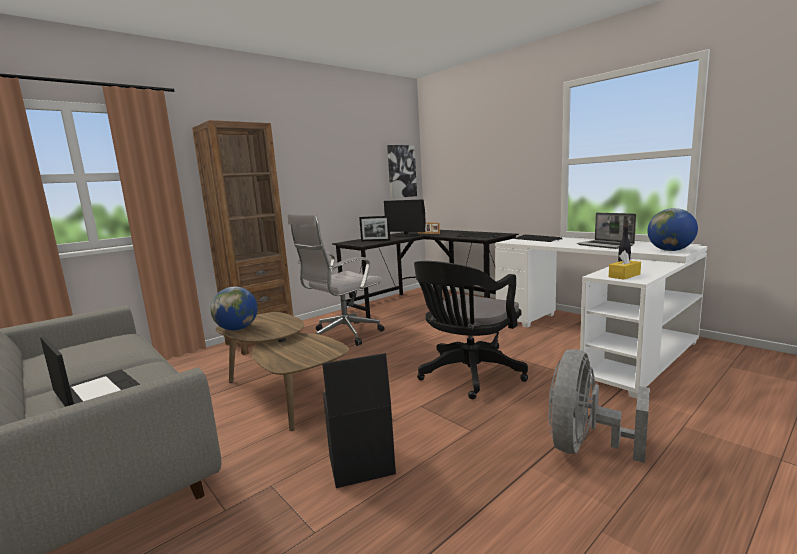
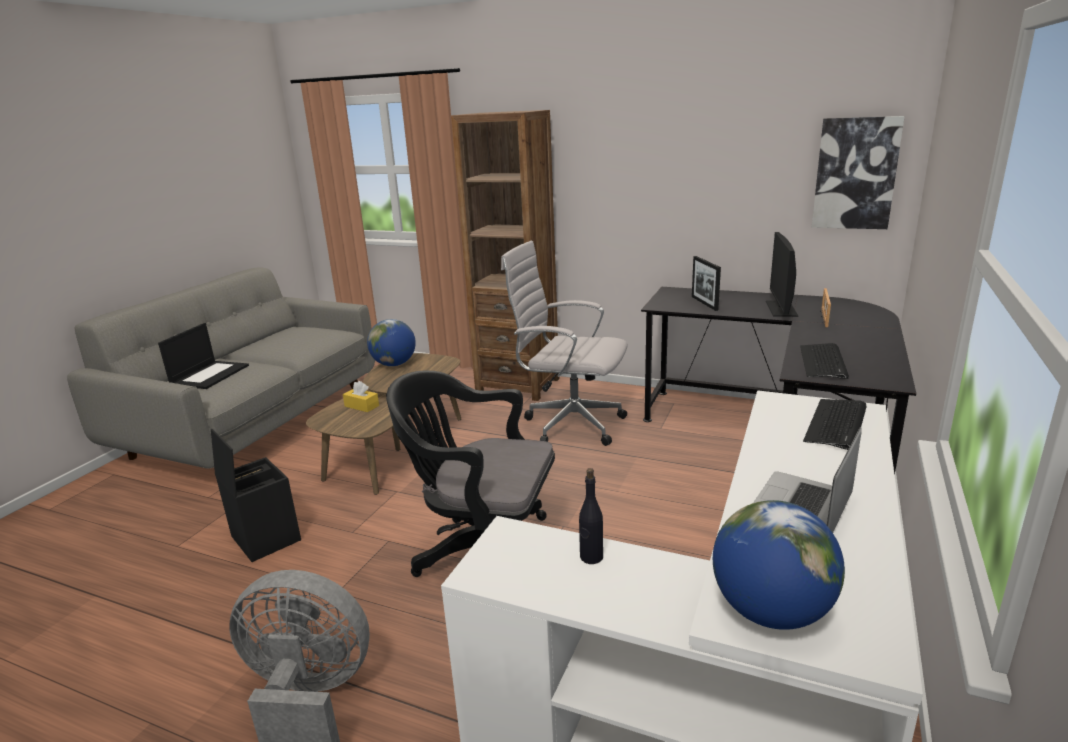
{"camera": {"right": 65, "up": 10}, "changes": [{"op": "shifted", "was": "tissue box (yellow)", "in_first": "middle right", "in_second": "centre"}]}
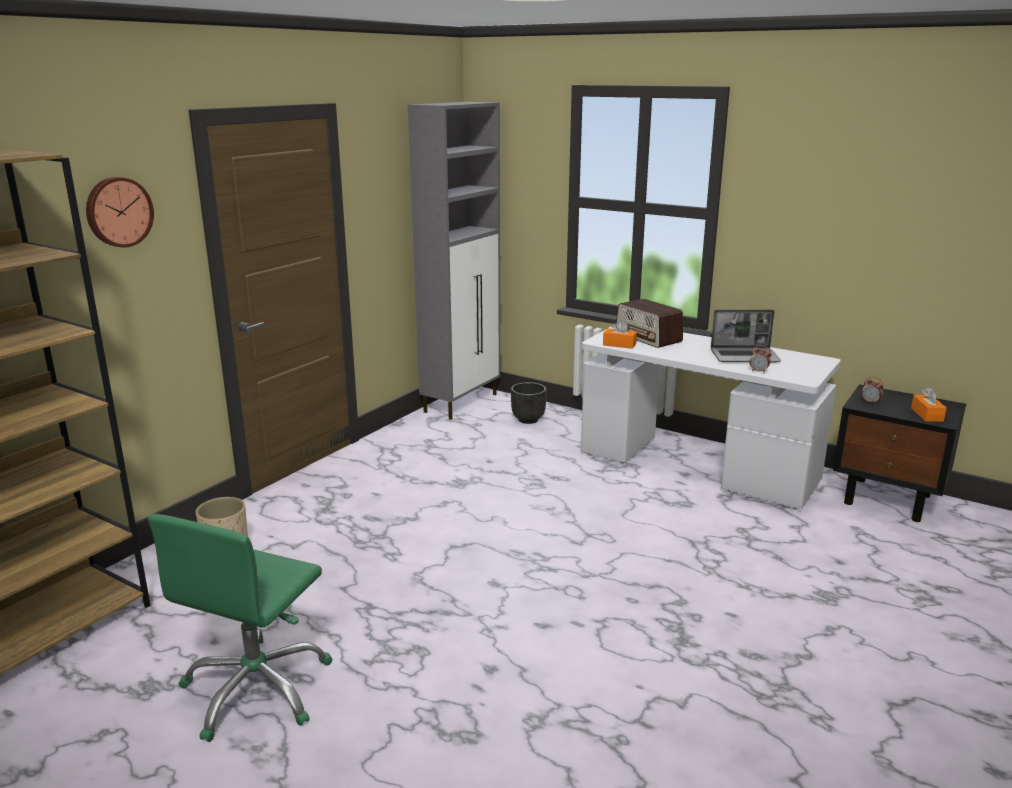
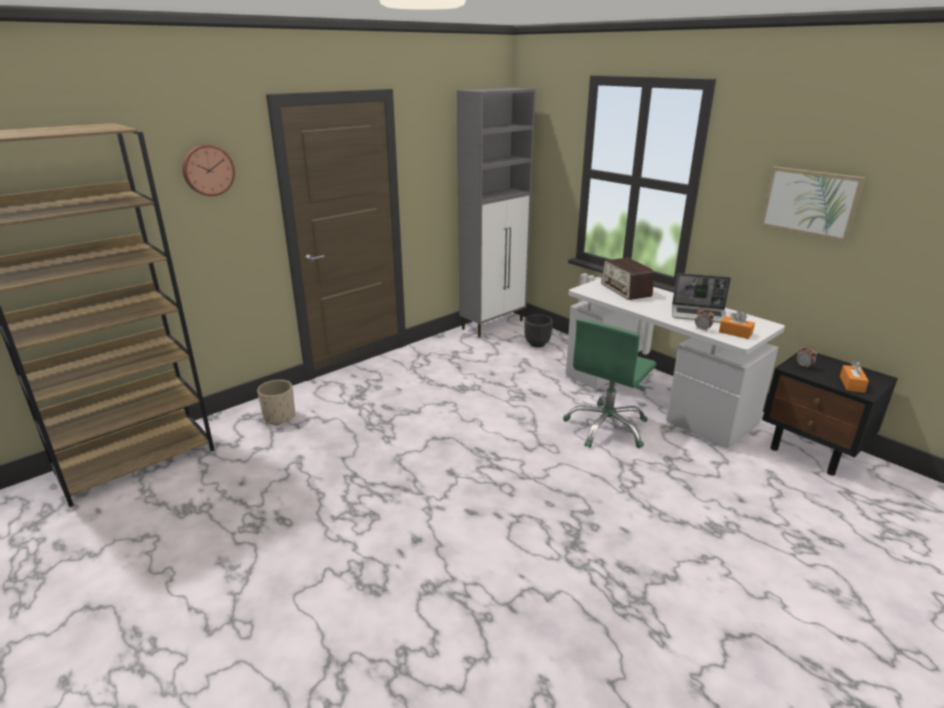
{"camera": {"right": 15, "up": 5}, "changes": [{"op": "new", "now": "picture", "in_second": "top right"}, {"op": "shifted", "was": "office chair (green)", "in_first": "bottom left", "in_second": "centre"}, {"op": "shifted", "was": "tissue box (orange) (no. 1 from left)", "in_first": "centre", "in_second": "middle right"}]}
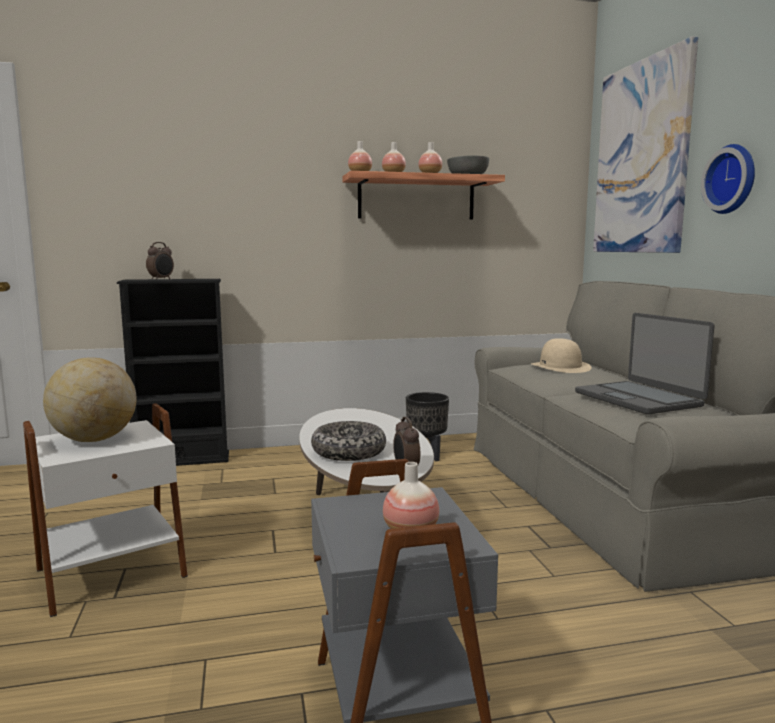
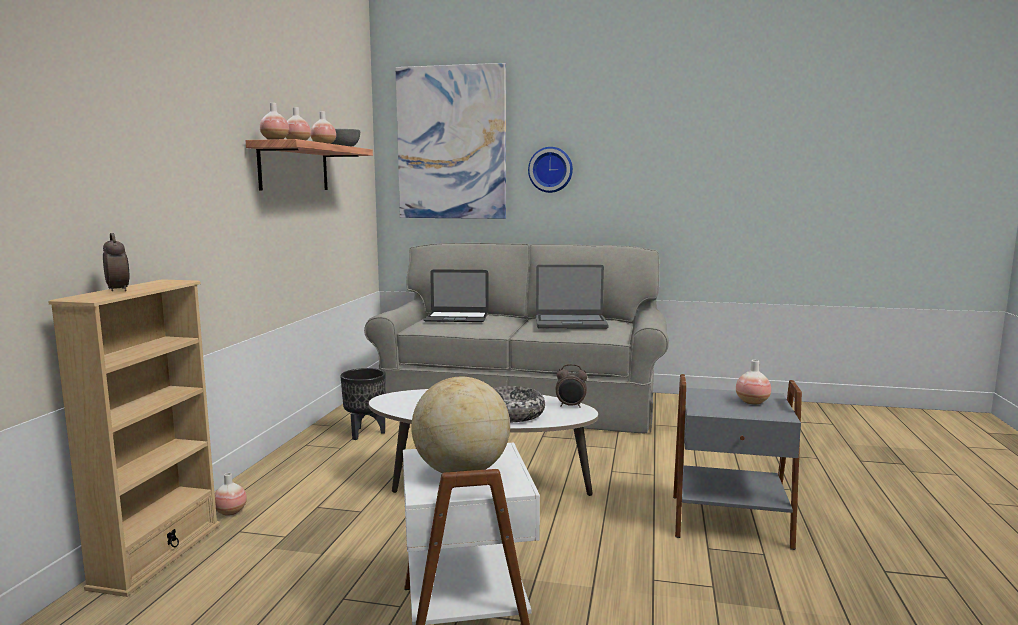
{"camera": {"right": -65, "up": 0}, "changes": [{"op": "new", "now": "vase (no. 1 from left)", "in_second": "bottom left"}, {"op": "swapped", "was": "hat (beige)", "now": "laptop (no. 1 from left)", "in_first": "middle right", "in_second": "centre"}, {"op": "repainted", "was": "bookcase (black)", "now": "bookcase (beige)", "in_first": "middle left", "in_second": "bottom left"}]}
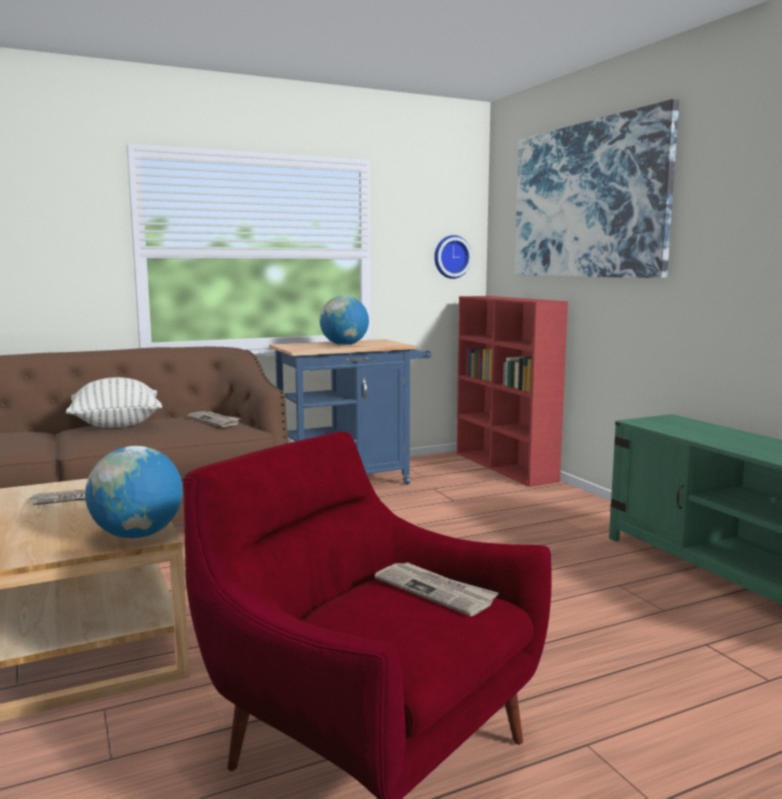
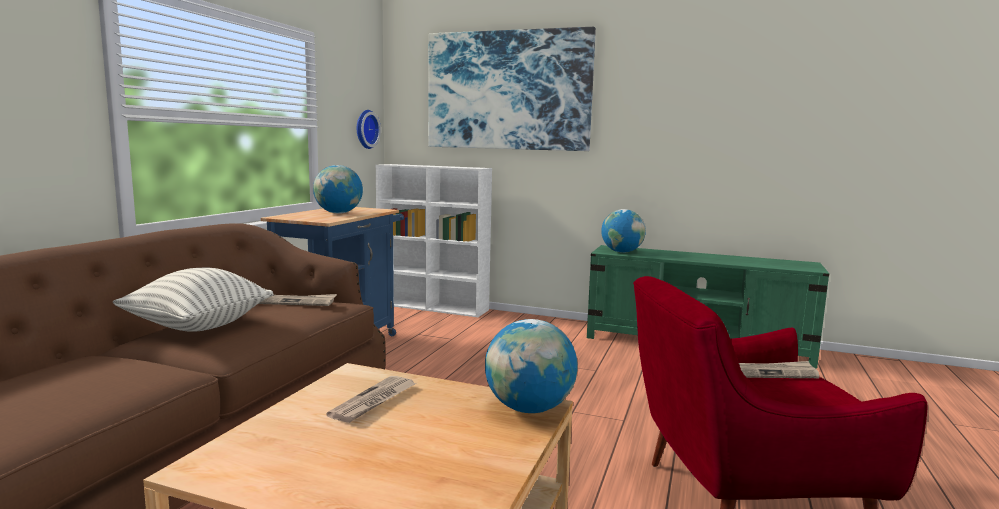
{"camera": {"right": -45, "up": 0}, "changes": [{"op": "new", "now": "globe (no. 3 from left)", "in_second": "centre"}, {"op": "repainted", "was": "bookcase (red)", "now": "bookcase (white)", "in_first": "centre", "in_second": "centre"}]}
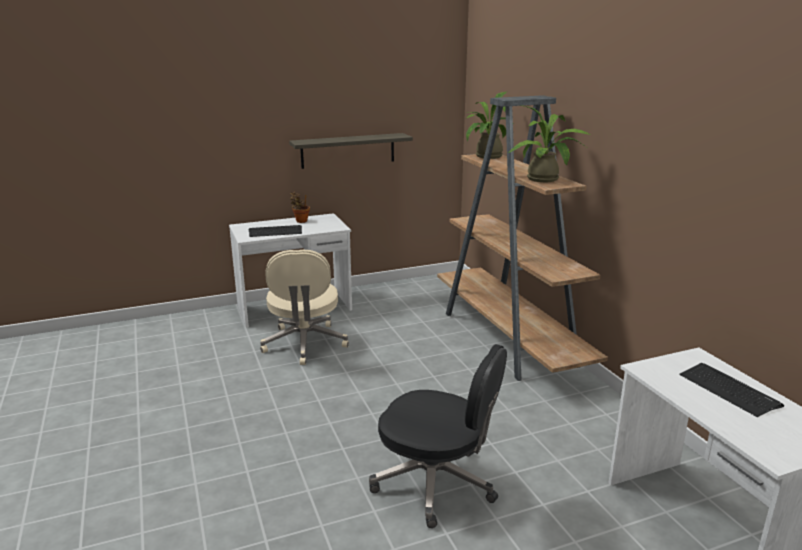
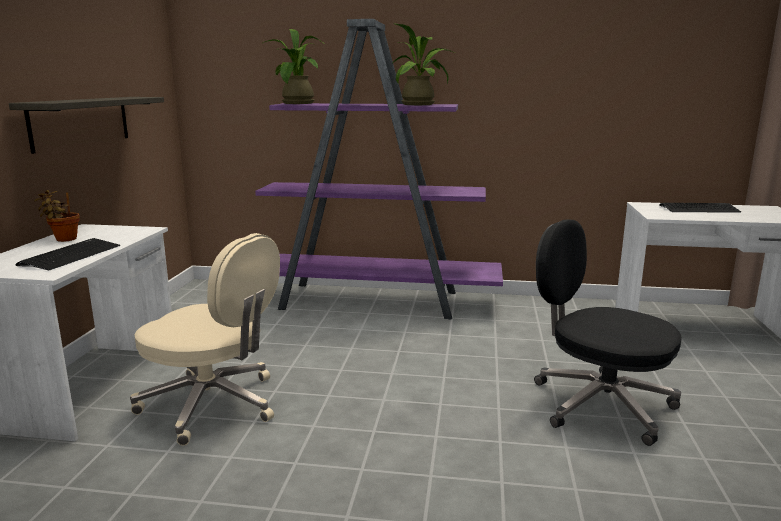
{"camera": {"right": -60, "up": -5}, "changes": [{"op": "repainted", "was": "bookcase (brown)", "now": "bookcase (purple)", "in_first": "centre", "in_second": "top centre"}, {"op": "rotated", "was": "office chair (black)", "in_first": "bottom centre", "in_second": "middle right", "clockwise": -105}]}
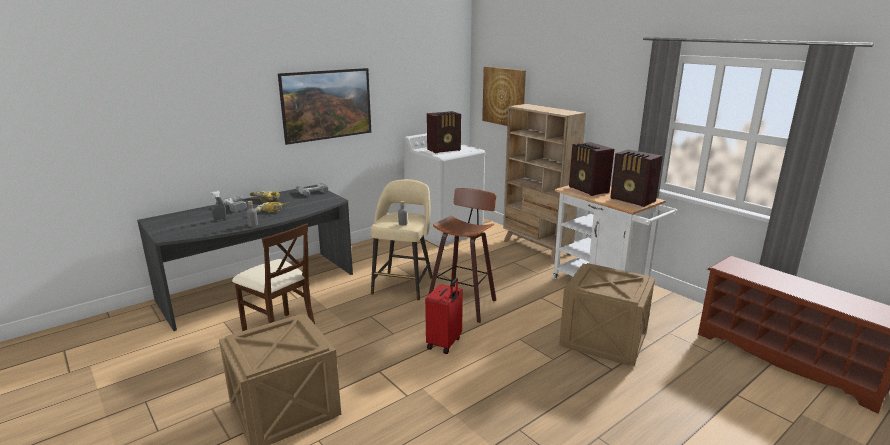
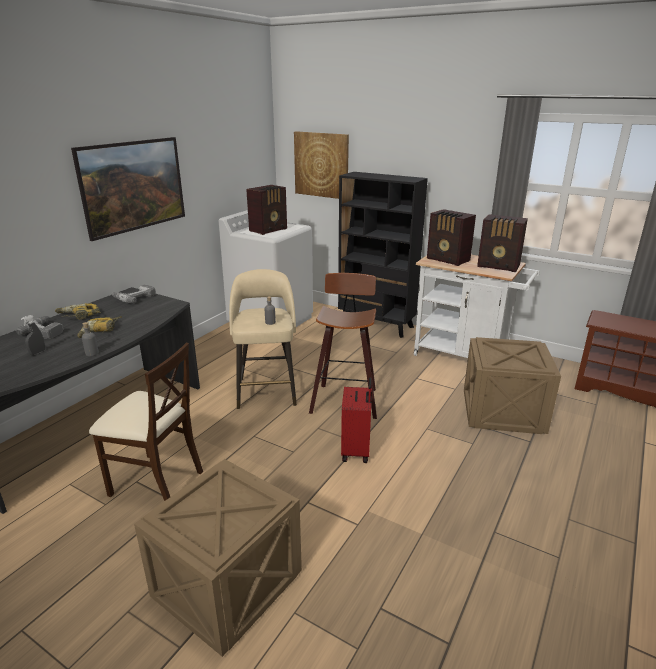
{"camera": {"right": -20, "up": 5}, "changes": [{"op": "repainted", "was": "bookcase (beige)", "now": "bookcase (black)", "in_first": "centre", "in_second": "centre"}]}
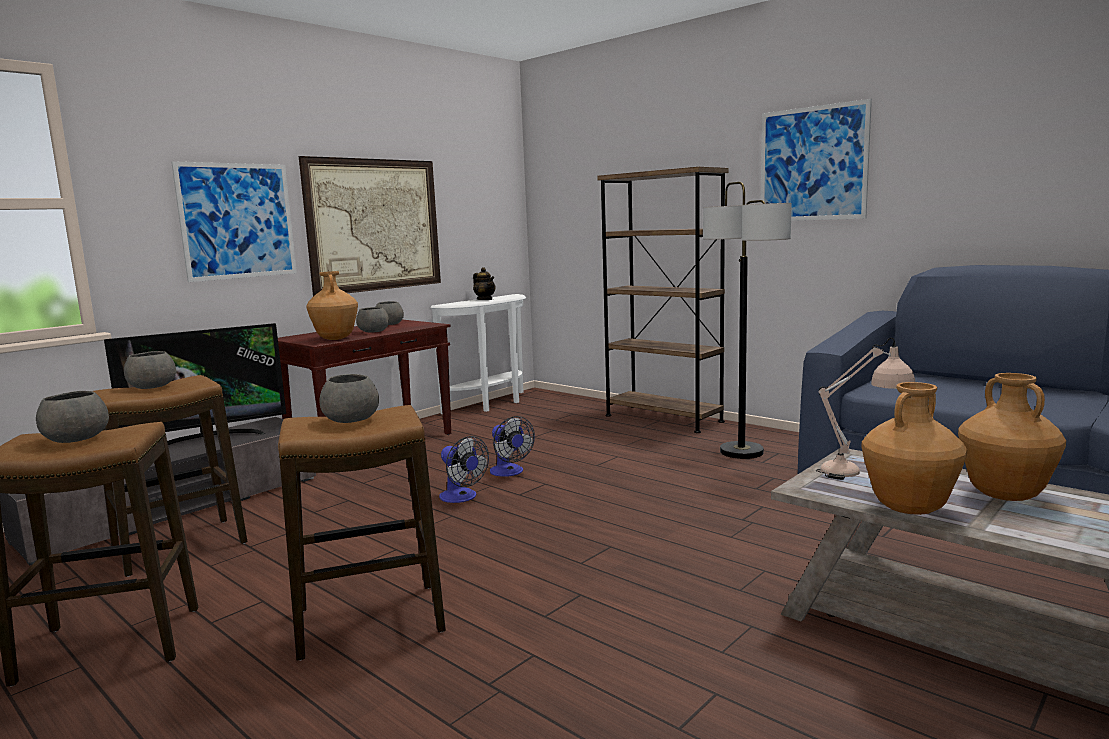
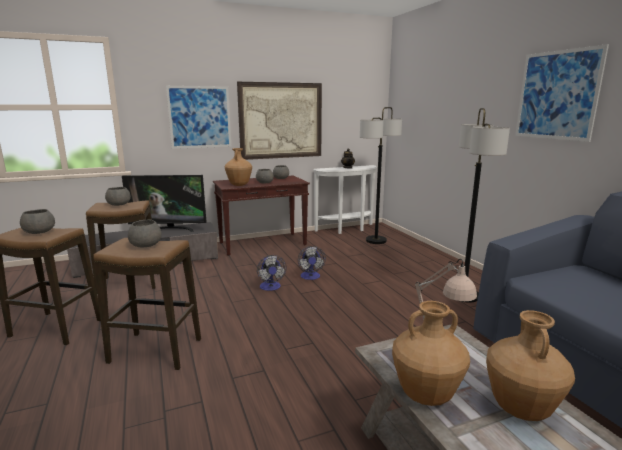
{"camera": {"right": 25, "up": 5}, "changes": [{"op": "gone", "was": "bookcase (brown)", "in_first": "centre"}, {"op": "new", "now": "floor lamp (no. 1 from left)", "in_second": "centre"}]}
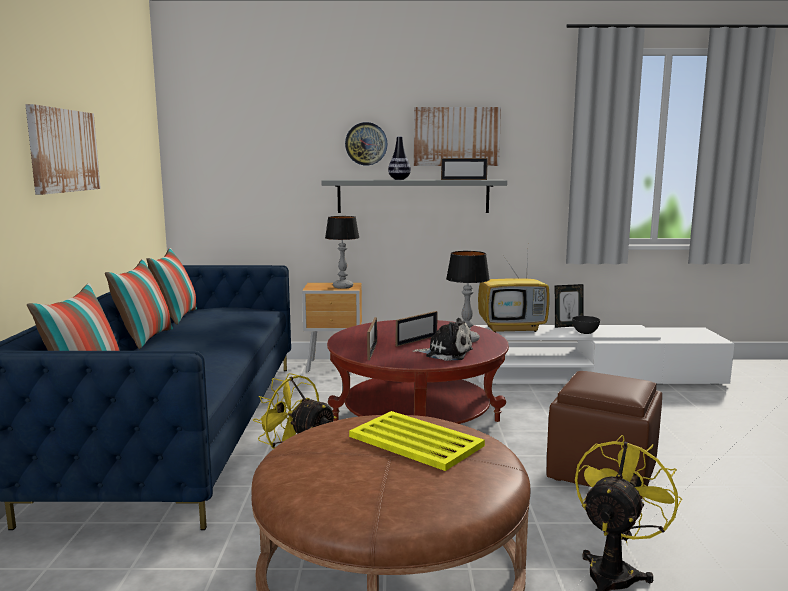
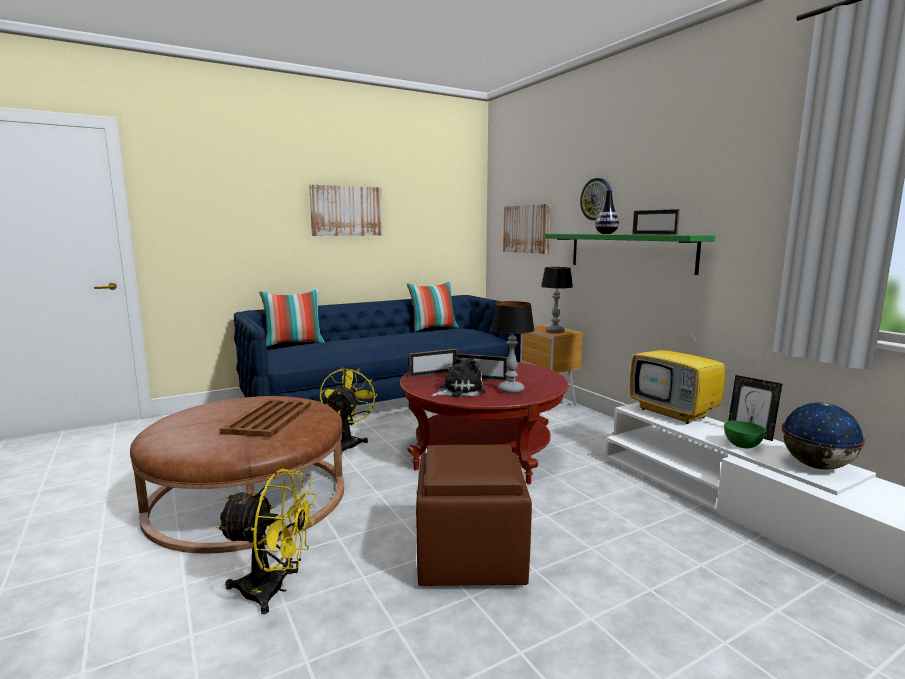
{"camera": {"right": 60, "up": 0}, "changes": [{"op": "gone", "was": "pillow (no. 2 from left)", "in_first": "middle left"}, {"op": "new", "now": "globe", "in_second": "middle right"}, {"op": "shifted", "was": "picture (no. 2 from left)", "in_first": "top centre", "in_second": "centre"}, {"op": "repainted", "was": "shelf (grey)", "now": "shelf (green)", "in_first": "top centre", "in_second": "middle right"}, {"op": "repainted", "was": "tray (yellow)", "now": "tray (brown)", "in_first": "bottom centre", "in_second": "middle left"}, {"op": "repainted", "was": "bowl (grey)", "now": "bowl (green)", "in_first": "middle right", "in_second": "middle right"}, {"op": "rotated", "was": "plush toy", "in_first": "centre", "in_second": "centre", "clockwise": -105}]}
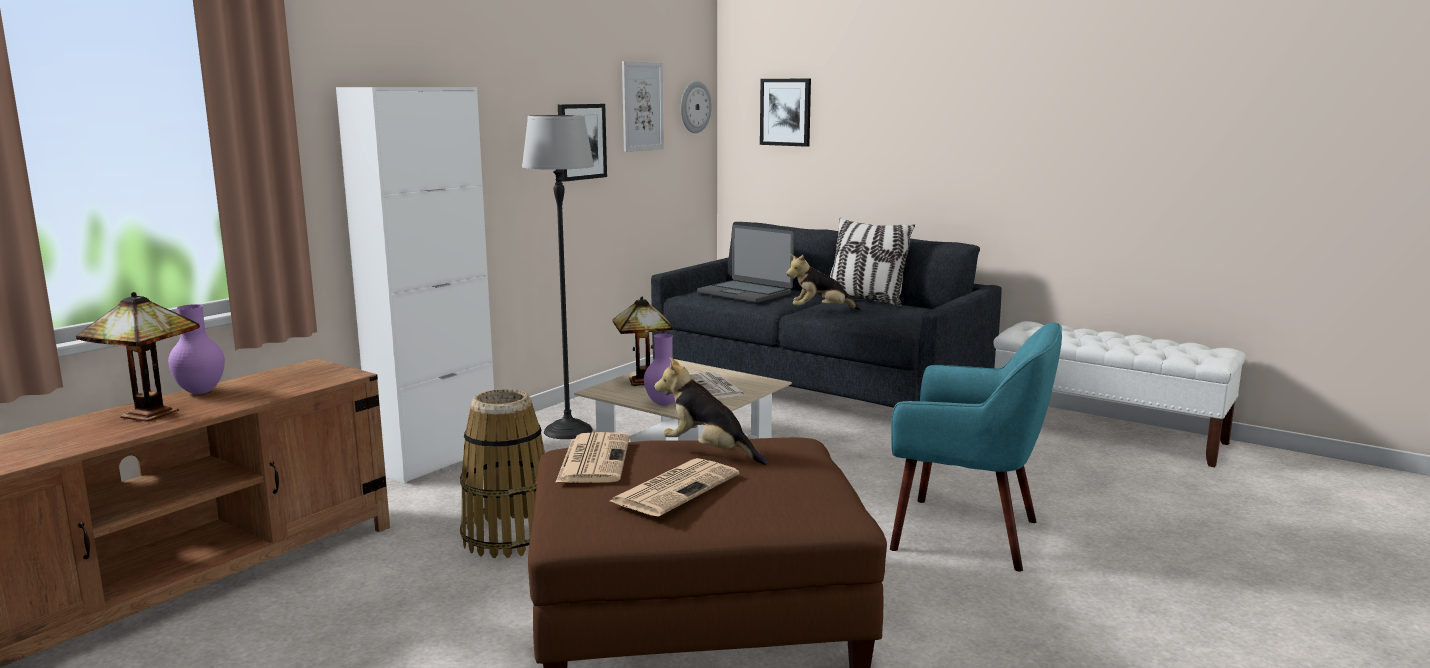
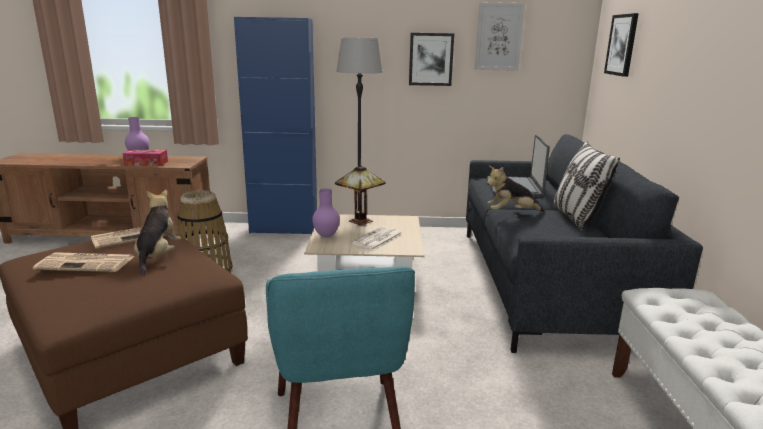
{"camera": {"right": 55, "up": 5}, "changes": [{"op": "gone", "was": "table lamp (no. 1 from left)", "in_first": "middle left"}, {"op": "gone", "was": "wall clock", "in_first": "top centre"}, {"op": "new", "now": "tissue box", "in_second": "middle left"}, {"op": "repainted", "was": "cabinet (white)", "now": "cabinet (blue)", "in_first": "middle left", "in_second": "top centre"}, {"op": "rotated", "was": "plush toy (no. 2 from left)", "in_first": "centre", "in_second": "middle right", "clockwise": -60}]}
